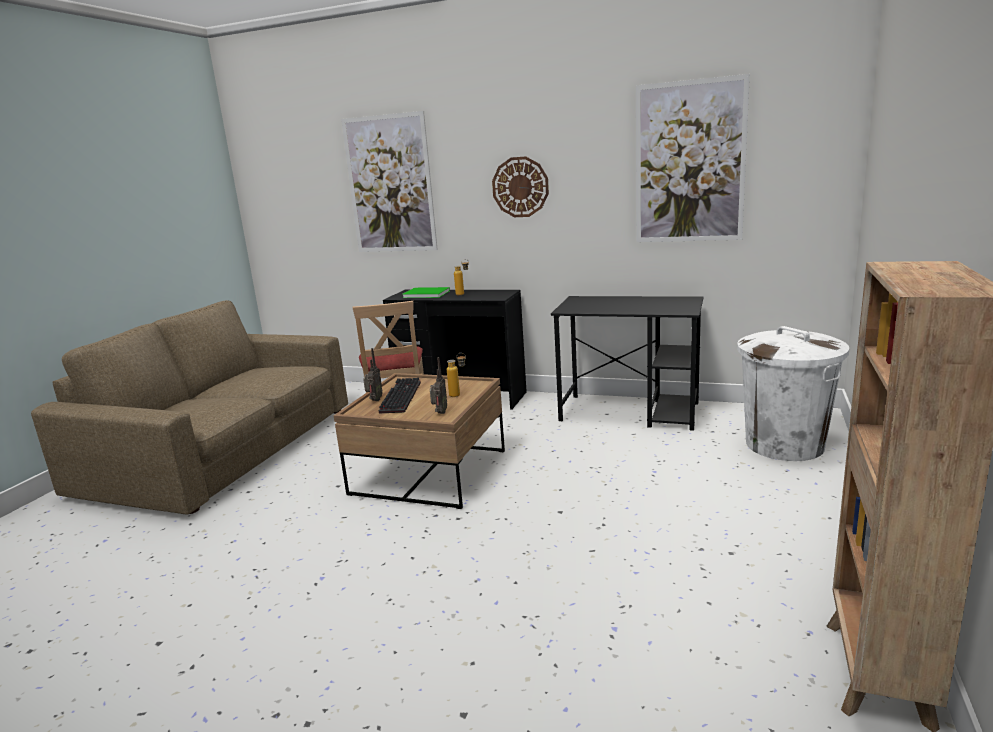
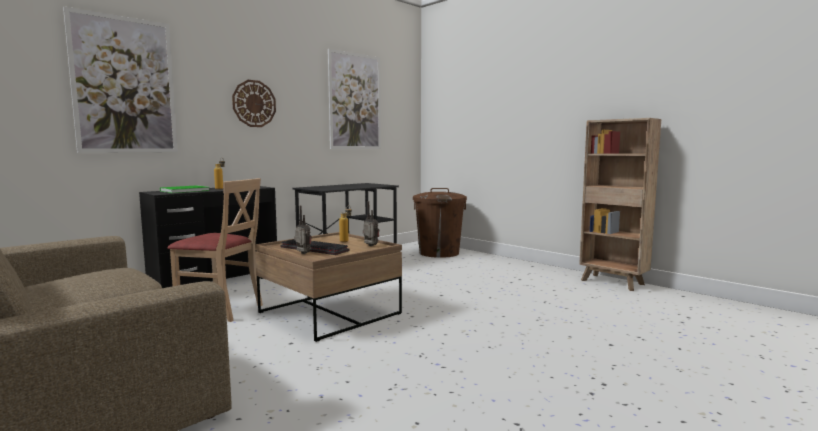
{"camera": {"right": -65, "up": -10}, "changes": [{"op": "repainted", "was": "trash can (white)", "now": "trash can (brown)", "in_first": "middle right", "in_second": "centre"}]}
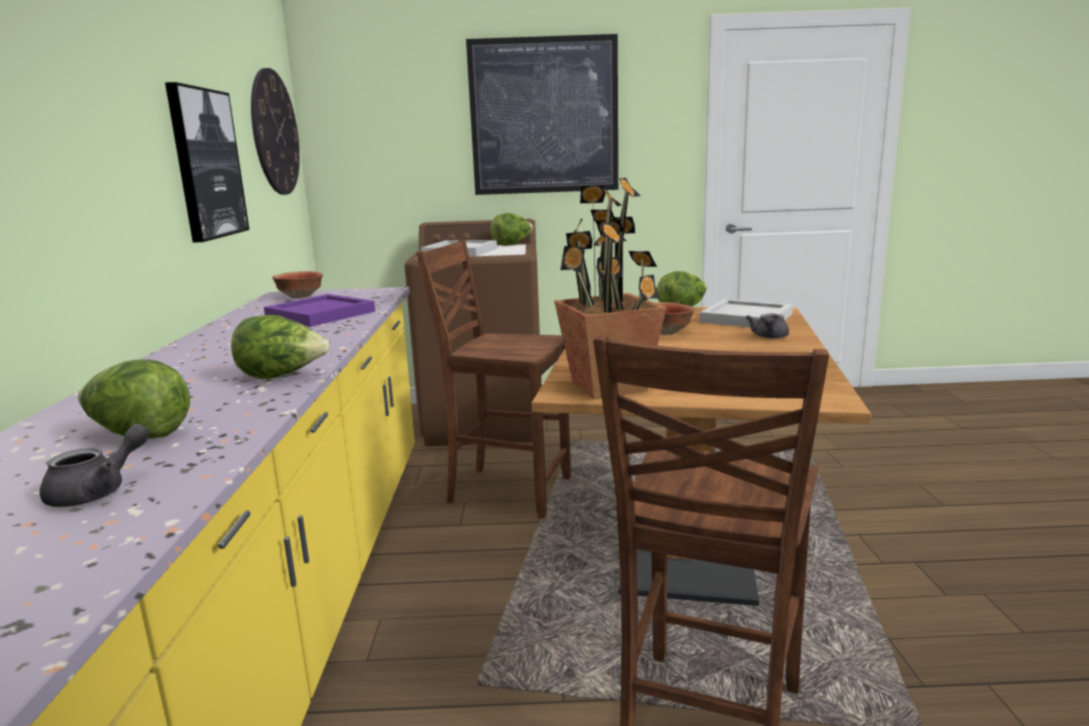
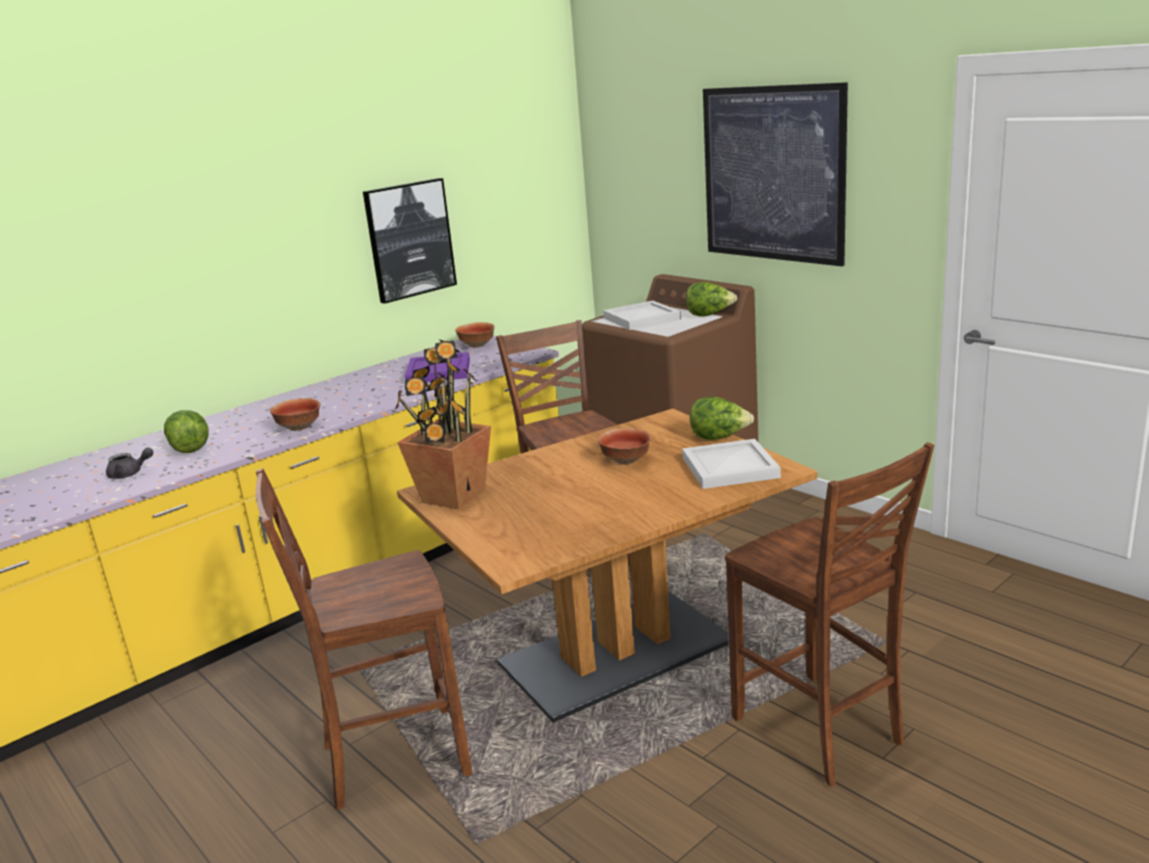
{"camera": {"right": 50, "up": 5}, "changes": [{"op": "gone", "was": "wall clock", "in_first": "top left"}, {"op": "gone", "was": "teapot (grey) (no. 2 from left)", "in_first": "middle right"}, {"op": "new", "now": "chair (brown) (no. 3 from left)", "in_second": "bottom right"}, {"op": "swapped", "was": "lettuce (no. 2 from left)", "now": "bowl (no. 1 from left)", "in_first": "middle left", "in_second": "middle left"}]}
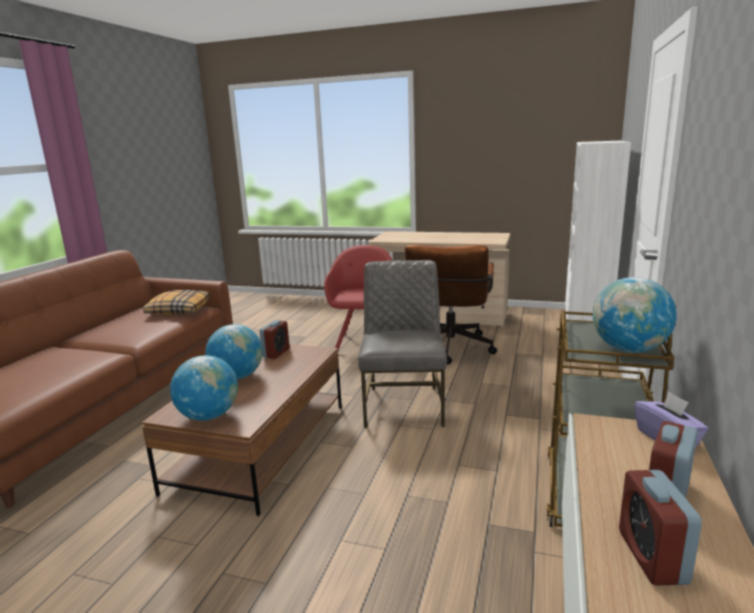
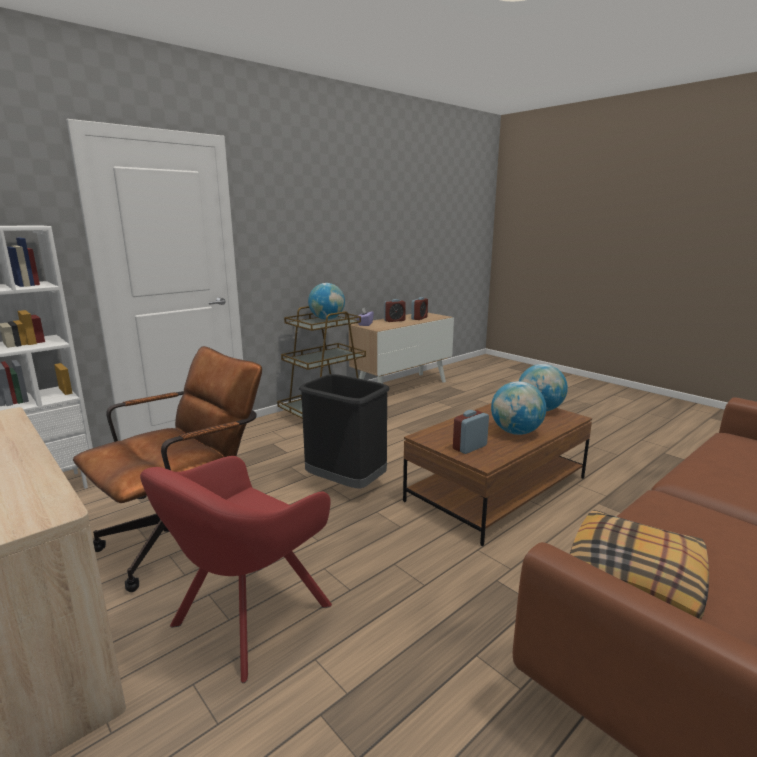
{"camera": {"right": -150, "up": 0}, "changes": [{"op": "swapped", "was": "chair (grey)", "now": "trash can (black)", "in_first": "centre", "in_second": "centre"}]}
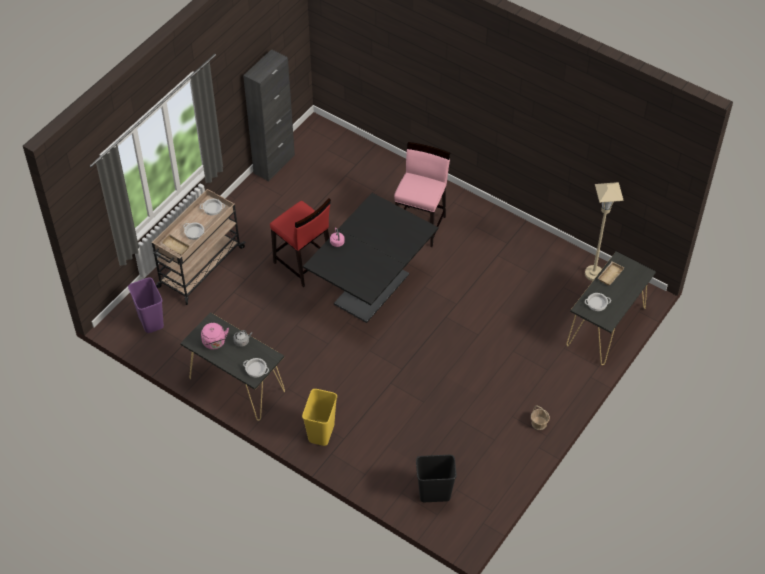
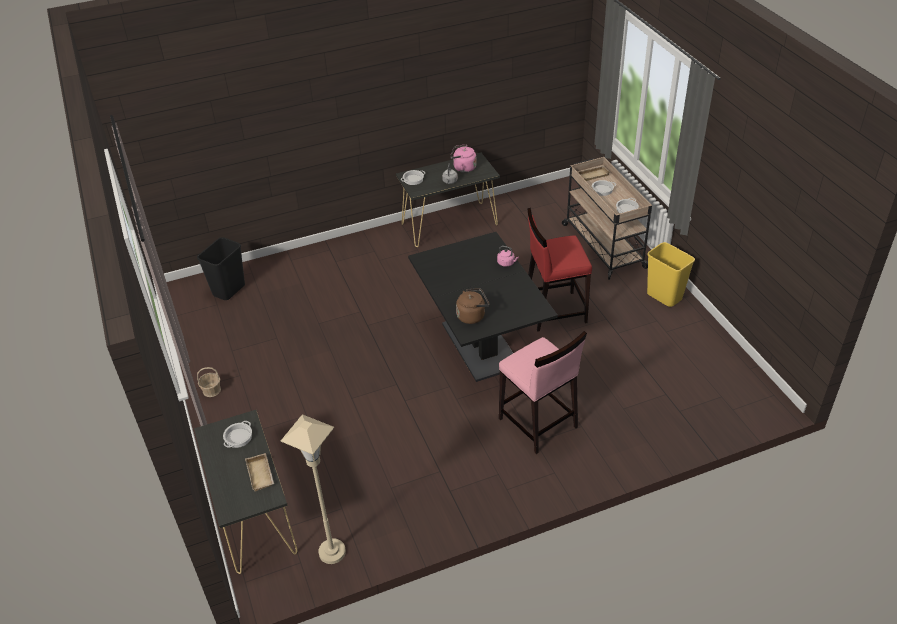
{"camera": {"right": 125, "up": -10}, "changes": [{"op": "gone", "was": "trash can (purple)", "in_first": "middle left"}, {"op": "gone", "was": "cabinet (black)", "in_first": "top centre"}, {"op": "new", "now": "kettle (brown)", "in_second": "centre"}, {"op": "shifted", "was": "trash can (yellow)", "in_first": "bottom centre", "in_second": "middle right"}]}
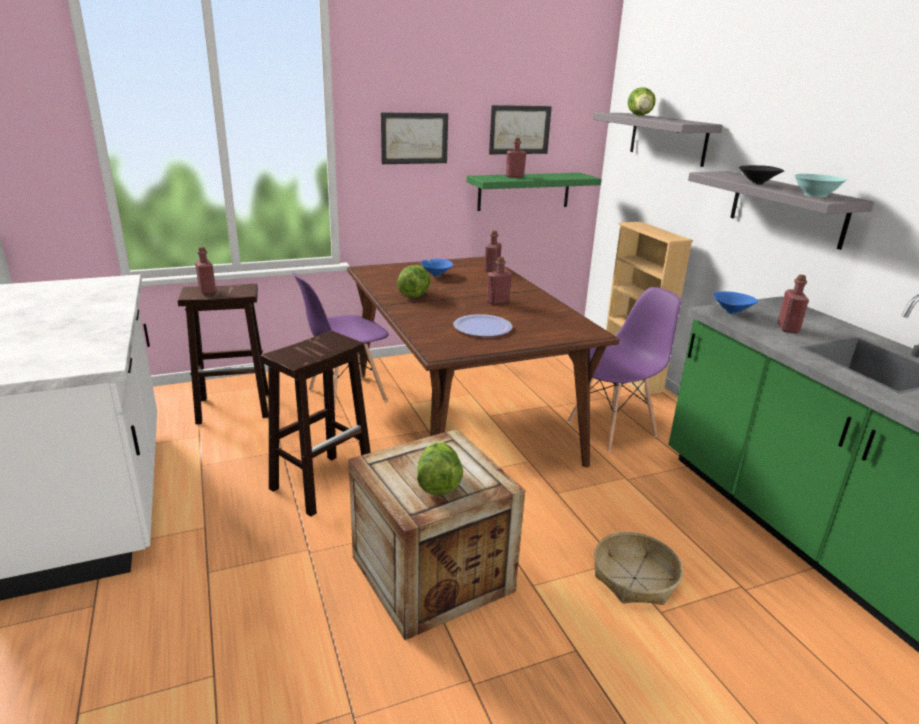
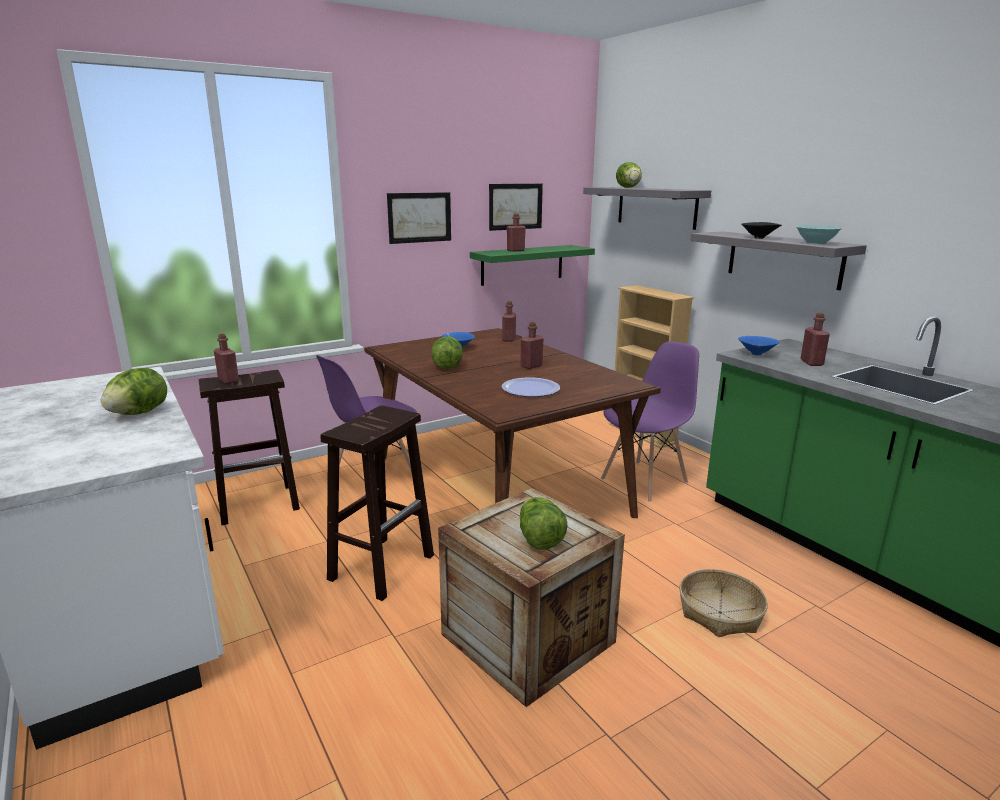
{"camera": {"right": -10, "up": -5}, "changes": [{"op": "new", "now": "lettuce (no. 1 from left)", "in_second": "middle left"}]}
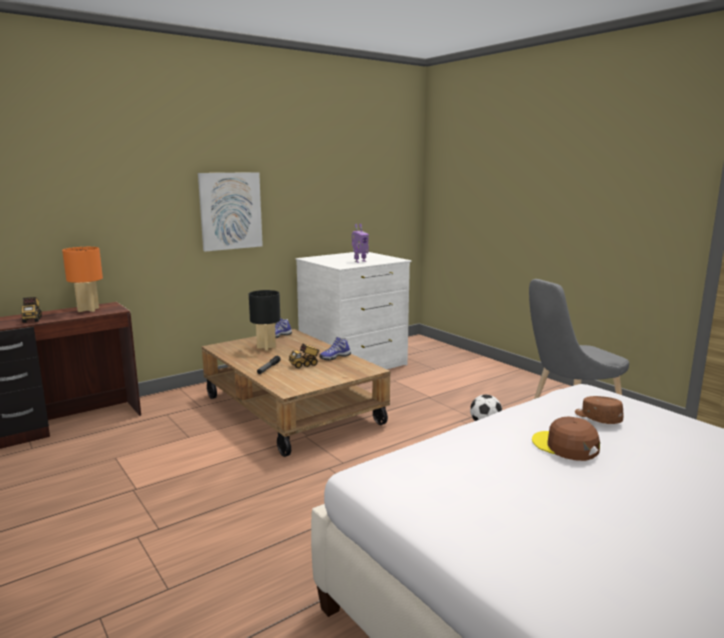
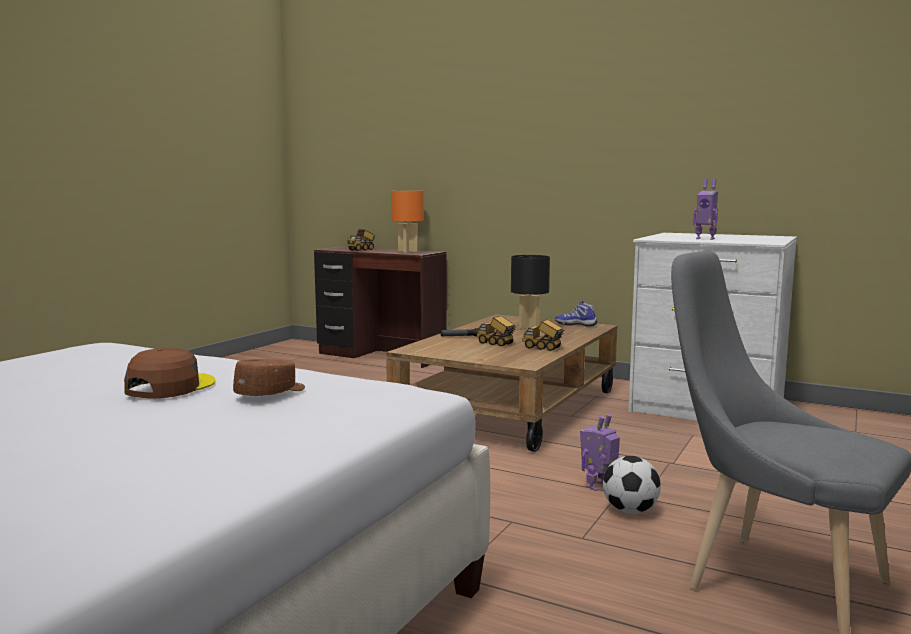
{"camera": {"right": 65, "up": -5}, "changes": [{"op": "gone", "was": "picture", "in_first": "top left"}, {"op": "new", "now": "toy robot (no. 1 from left)", "in_second": "bottom centre"}, {"op": "swapped", "was": "shoe (no. 2 from left)", "now": "toy truck (no. 3 from left)", "in_first": "centre", "in_second": "centre"}]}
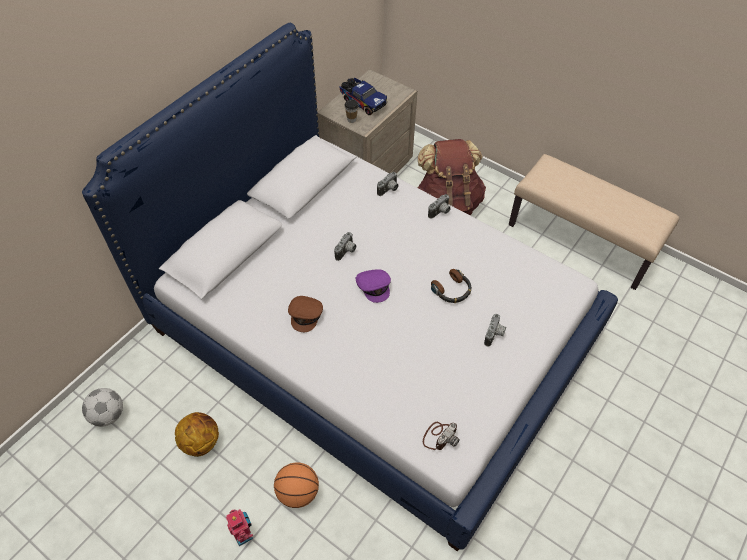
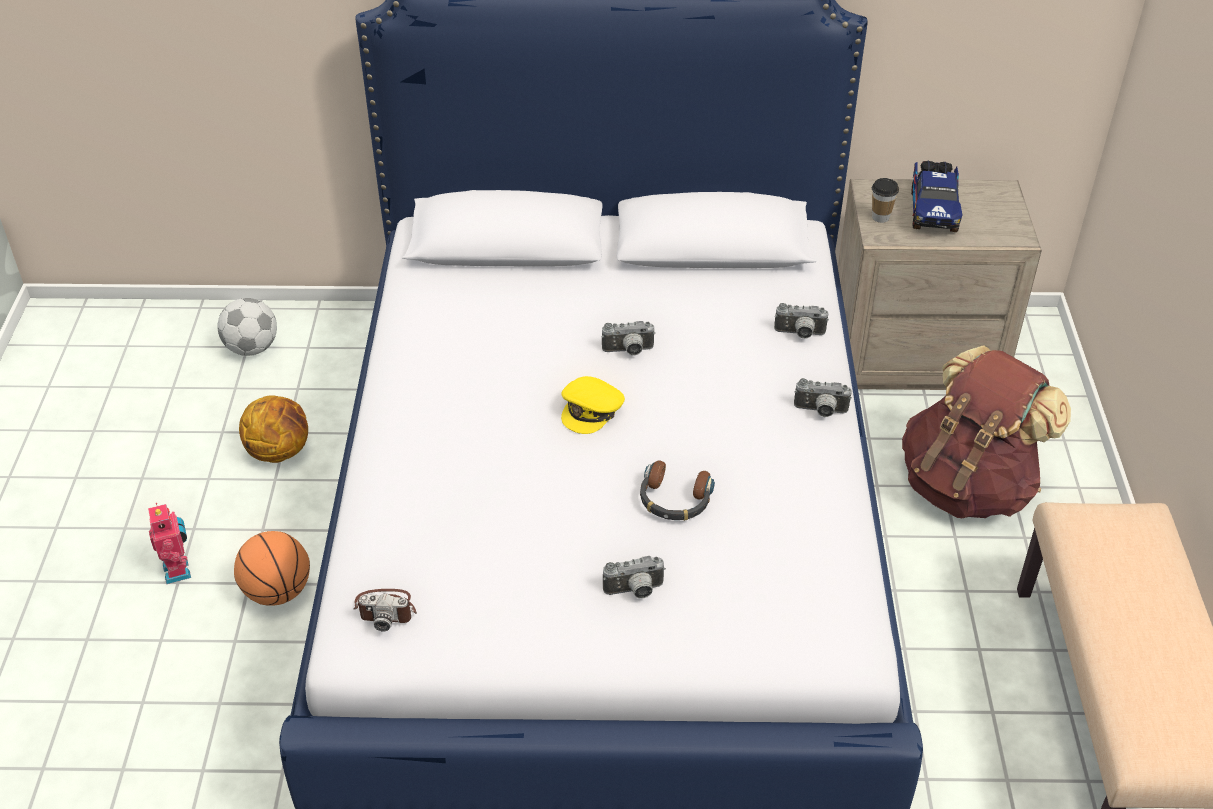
{"camera": {"right": 55, "up": -10}, "changes": [{"op": "gone", "was": "cap (brown)", "in_first": "centre"}, {"op": "repainted", "was": "cap (purple)", "now": "cap (yellow)", "in_first": "centre", "in_second": "centre"}, {"op": "rotated", "was": "toy robot", "in_first": "bottom left", "in_second": "bottom left", "clockwise": -45}]}
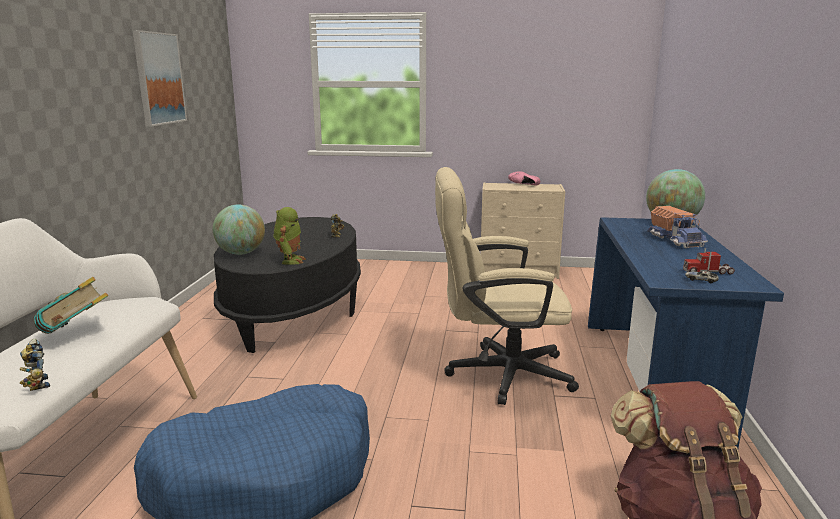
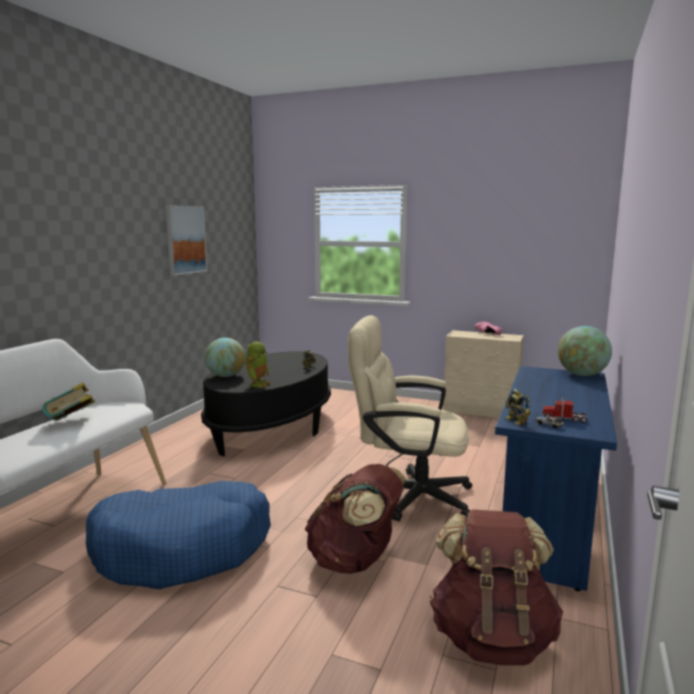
{"camera": {"right": 15, "up": -5}, "changes": [{"op": "gone", "was": "toy truck (no. 1 from left)", "in_first": "middle right"}, {"op": "new", "now": "backpack (brown) (no. 1 from left)", "in_second": "bottom centre"}, {"op": "shifted", "was": "toy robot (no. 1 from left in the first image)", "now": "toy robot (no. 3 from left)", "in_first": "bottom left", "in_second": "middle right"}]}
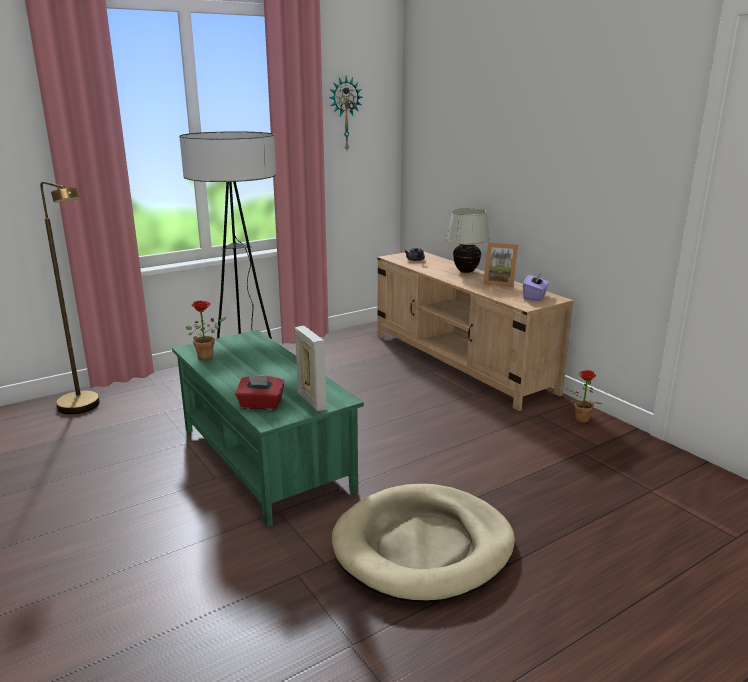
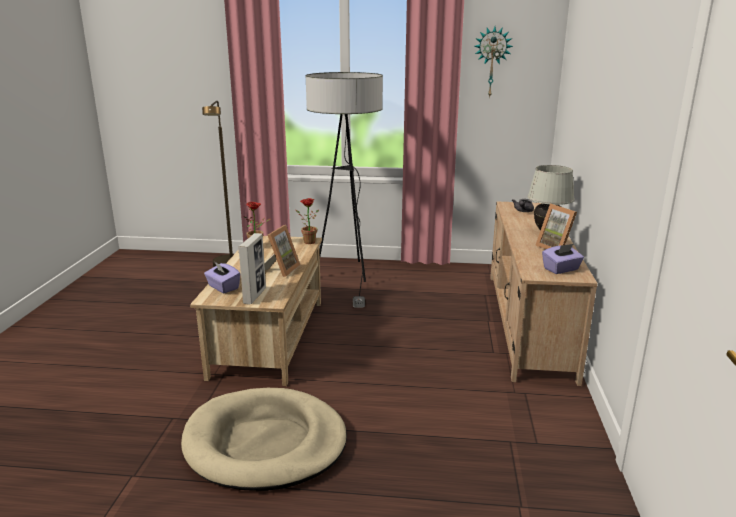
{"camera": {"right": 40, "up": 0}, "changes": [{"op": "new", "now": "picture frame (no. 2 from left)", "in_second": "centre"}, {"op": "shifted", "was": "potted plant (no. 2 from left)", "in_first": "middle right", "in_second": "centre"}, {"op": "repainted", "was": "coffee table (green)", "now": "coffee table (beige)", "in_first": "centre", "in_second": "centre"}, {"op": "repainted", "was": "tissue box (red)", "now": "tissue box (purple) (no. 1 from left)", "in_first": "centre", "in_second": "middle left"}]}
